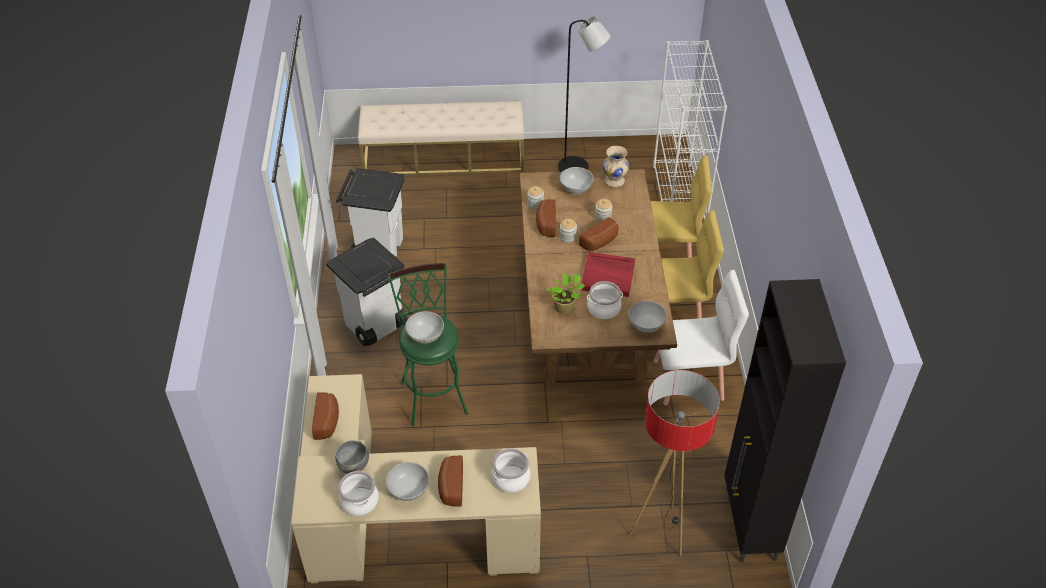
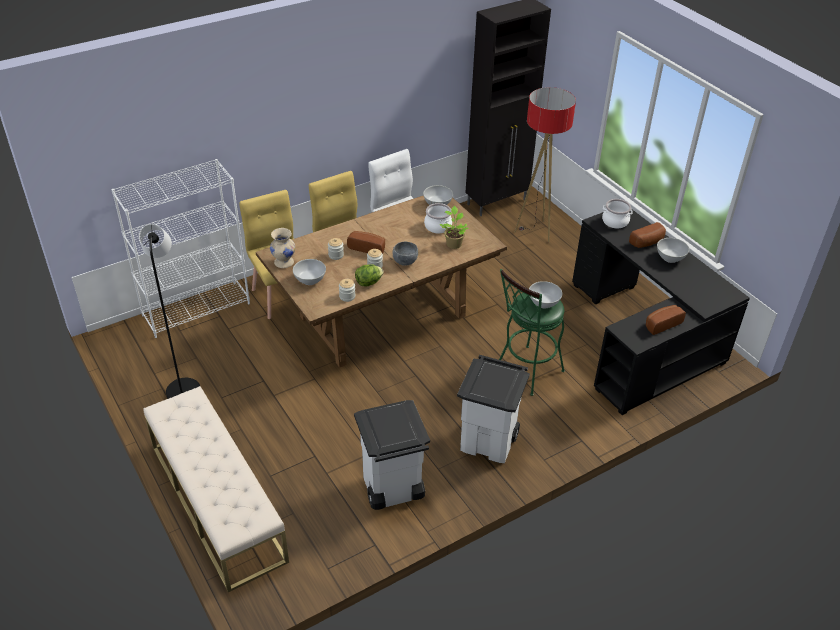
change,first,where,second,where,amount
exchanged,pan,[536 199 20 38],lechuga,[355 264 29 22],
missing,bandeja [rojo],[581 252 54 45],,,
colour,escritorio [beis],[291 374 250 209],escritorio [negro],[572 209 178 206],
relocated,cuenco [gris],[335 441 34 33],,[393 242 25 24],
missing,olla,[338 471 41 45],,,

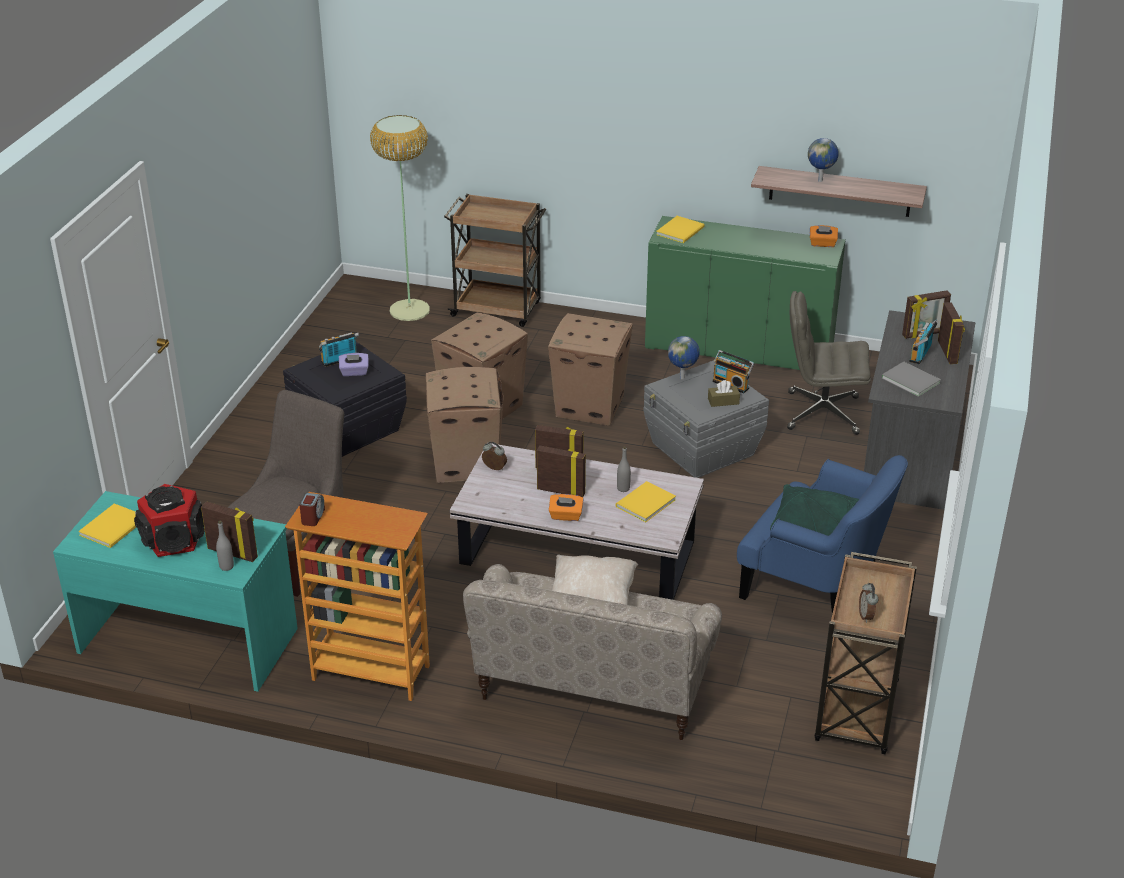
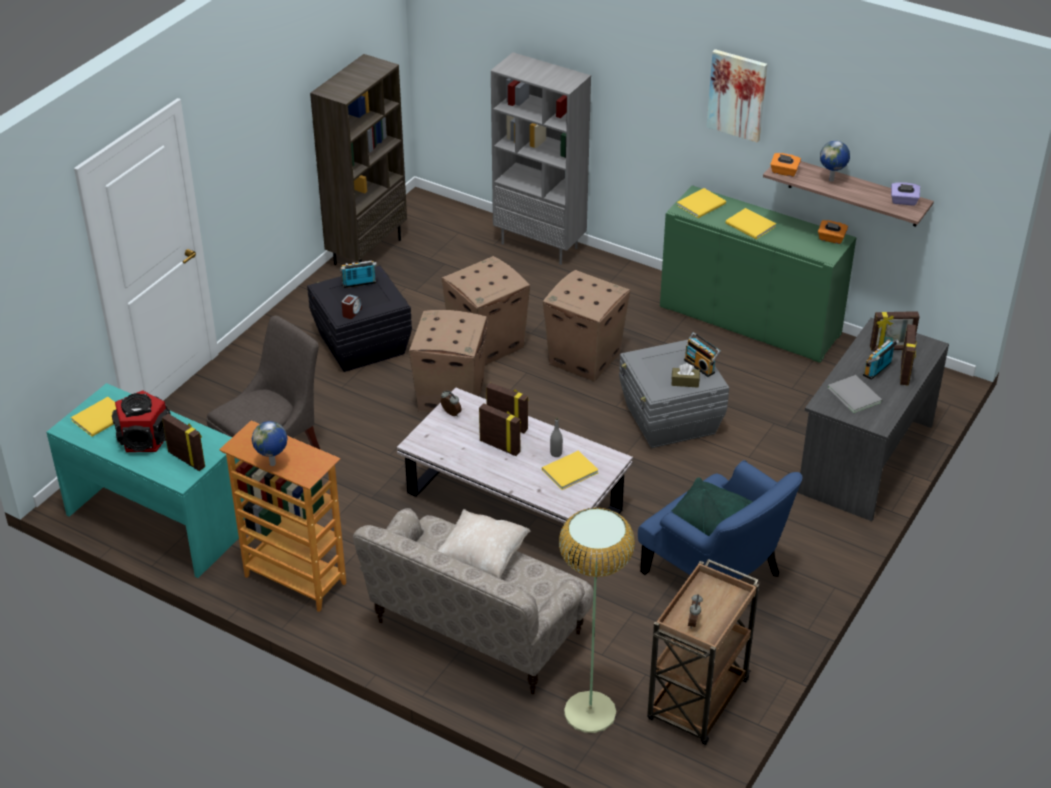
change,first,where,second,where,amount
relocated,lámpara de pie,[370 115 60 206],,[559 508 76 225],
exchanged,carrito [marrón],[444 194 102 133],estantería [gris],[491 52 100 213],
missing,silla de oficina [gris],[787 291 84 144],,,
relocated,globo terráqueo,[668 336 32 43],,[252 421 35 45],
relocated,caja de pañuelos [morado],[339 353 29 23],,[891 182 29 23],
relocated,despertador,[299 493 26 33],,[341 294 21 25],
relocated,caja de pañuelos [naranja],[549 494 35 27],,[770 153 31 24],
missing,botella [gris],[216 521 18 50],,,
appeared,,,cuadro,[707 49 60 94],
appeared,,,estantería [marrón],[310 54 97 211],
appeared,,,libro [amarillo],[725 208 51 32],

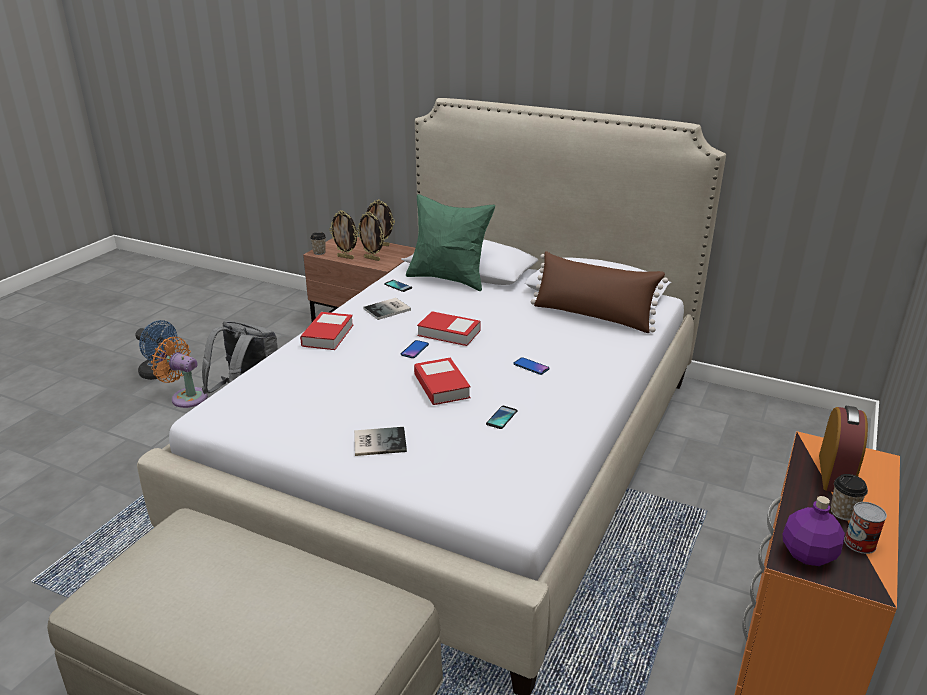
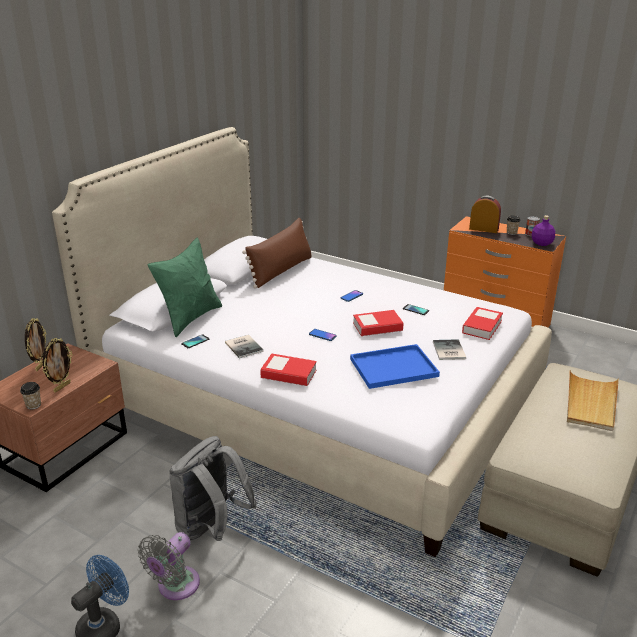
change,first,where,second,where,amount
missing,portarretratos,[357 211 27 50],,,
relocated,libro,[417 311 64 35],,[462 307 41 33],
colour,ventilador [naranja],[151 337 57 71],ventilador [gris],[138 532 62 68],
appeared,,,bandeja [azul],[350 344 90 45],
appeared,,,bandeja [beis],[567 370 52 61],

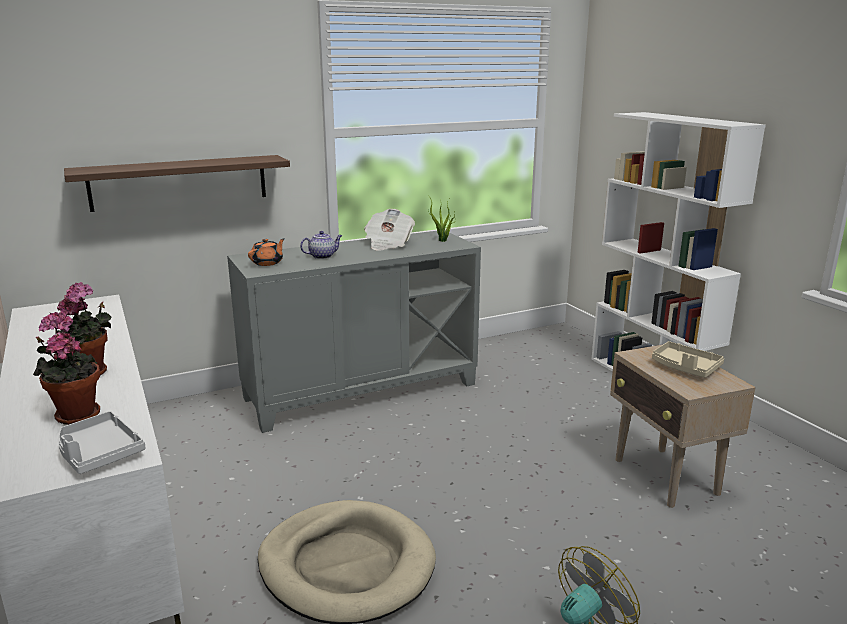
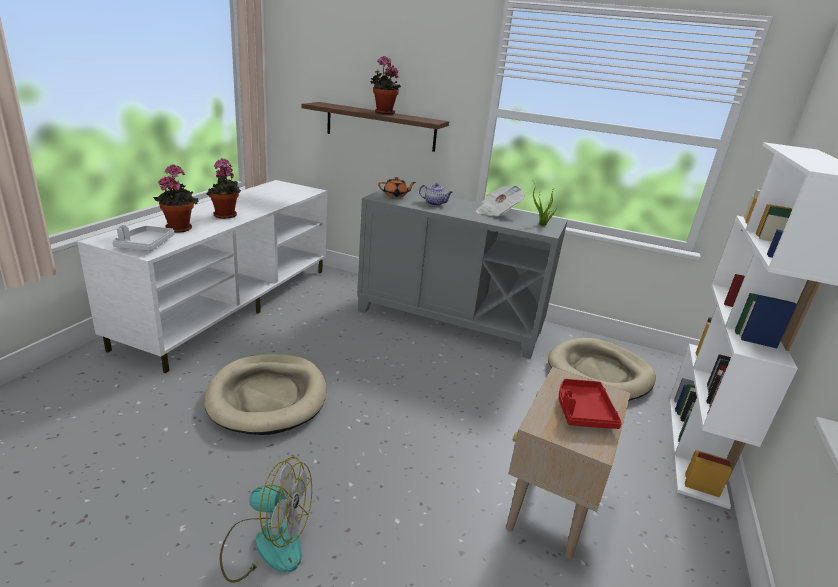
change,first,where,second,where,amount
colour,bandeja [beis],[652 341 72 37],bandeja [rojo],[559 379 63 50],
appeared,,,planta en maceta,[371 56 30 58],
appeared,,,cama para perro [beis],[548 338 108 62],

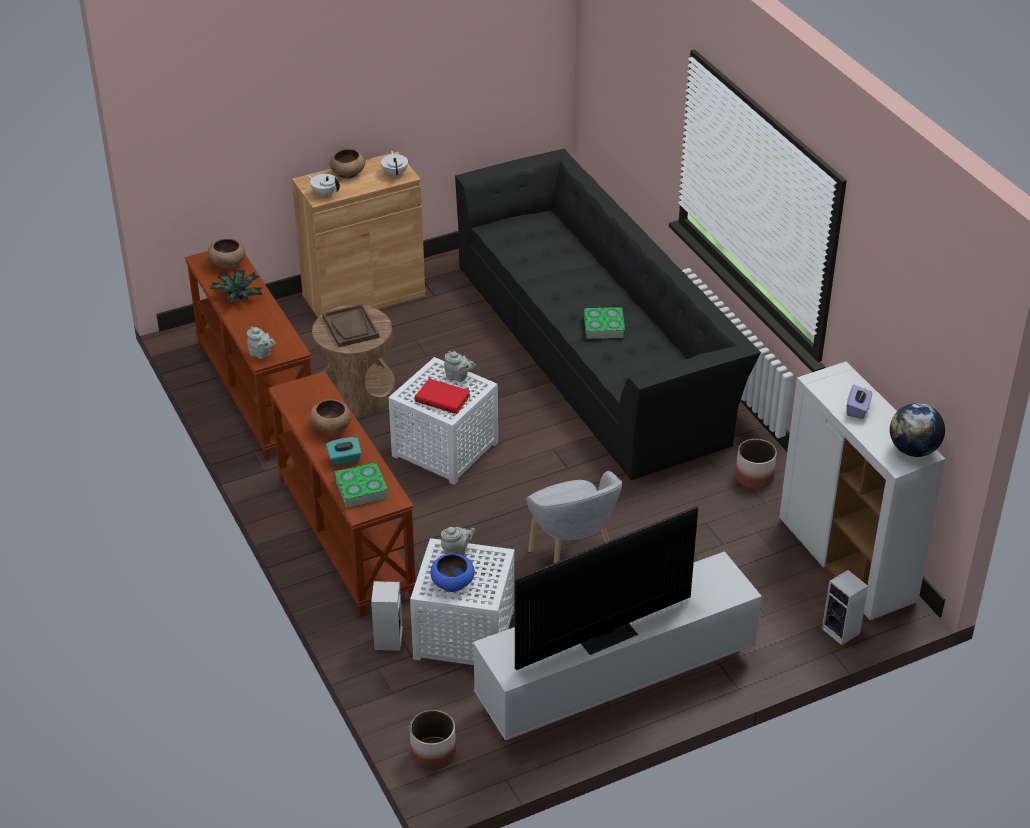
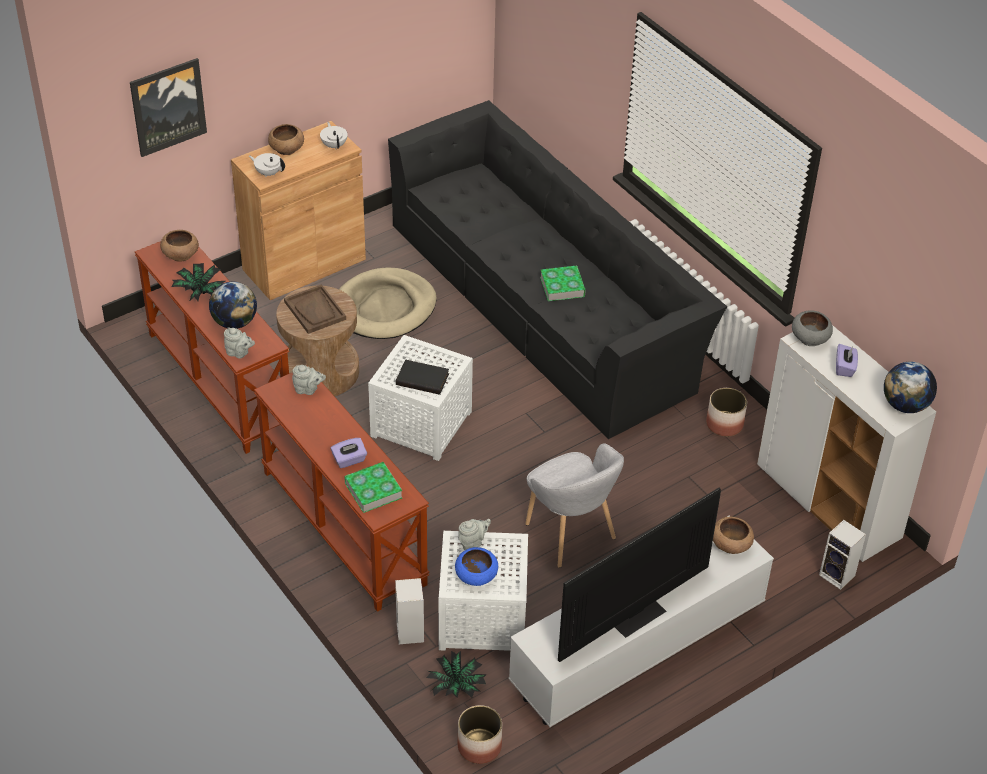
change,first,where,second,where,amount
relocated,tetera [gris],[444 351 32 31],,[292 365 34 30],
colour,libro [rojo],[415 378 56 36],libro [negro],[396 359 53 36],
relocated,cuenco [marrón],[310 399 41 36],,[713 517 41 37],
colour,caja de pañuelos [turquesa],[326 437 36 29],caja de pañuelos [morado],[331 438 36 30],
appeared,,,cuadro,[130 58 77 99],
appeared,,,cama para perro [beis],[339 267 97 72],
appeared,,,globo terráqueo,[209 282 48 47],
appeared,,,cuenco [gris],[792 310 41 36],
appeared,,,planta en maceta,[426 651 61 47],

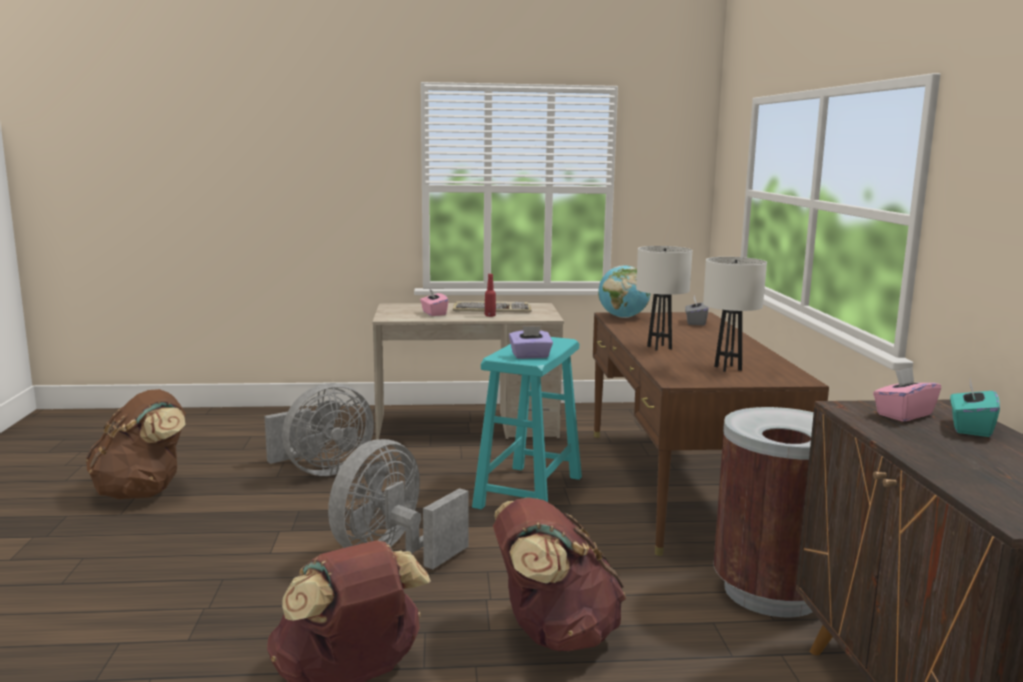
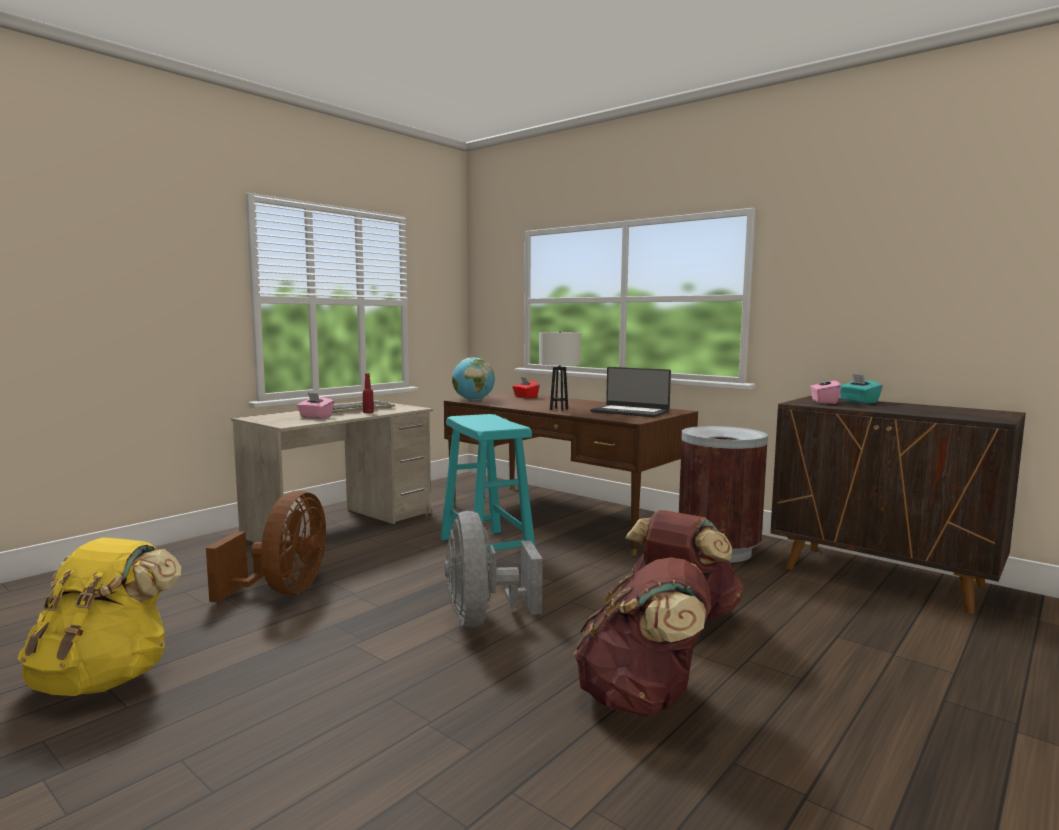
change,first,where,second,where,amount
exchanged,lámpara de mesa [blanco],[703 257 64 115],portátil,[591 367 80 50],
colour,caja de pañuelos [gris],[685 295 24 30],caja de pañuelos [rojo],[512 377 28 21],
missing,caja de pañuelos [morado],[509 326 44 33],,,
colour,ventilador [gris],[265 383 109 93],ventilador [marrón],[206 490 120 112],
colour,mochila [marrón],[86 389 100 110],mochila [amarillo],[18 537 163 159],

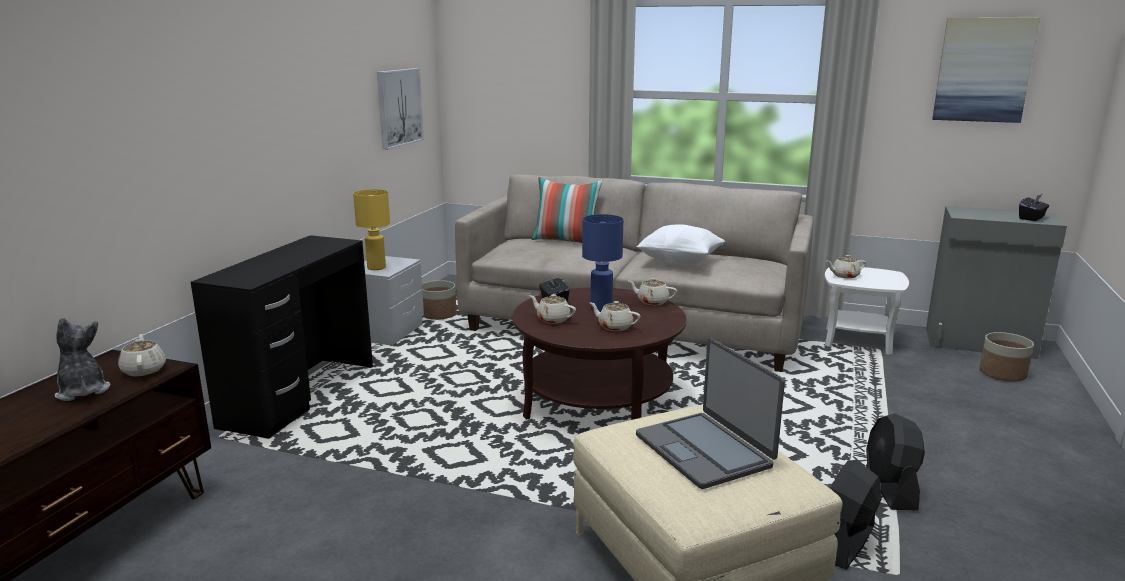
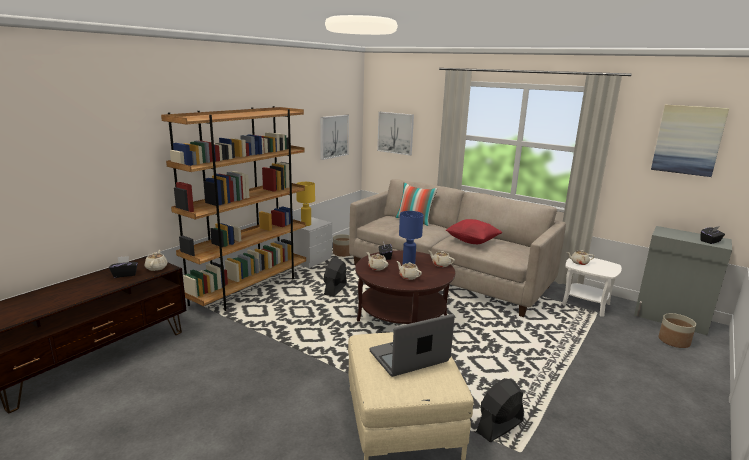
change,first,where,second,where,amount
colour,cojín [blanco],[637 224 88 41],cojín [rojo],[446 219 56 25],
exchanged,escritorio [negro],[191 235 182 204],estantería [marrón],[161 106 145 205],
exchanged,peluche,[55 317 55 84],caja de pañuelos [negro],[109 256 29 22],
spun,portátil,[636 338 149 151],,[369 314 86 63],75 degrees clockwise
relocated,ventilador [negro],[866 413 59 98],,[324 257 23 39],
appeared,,,cuadro,[377 112 37 44],

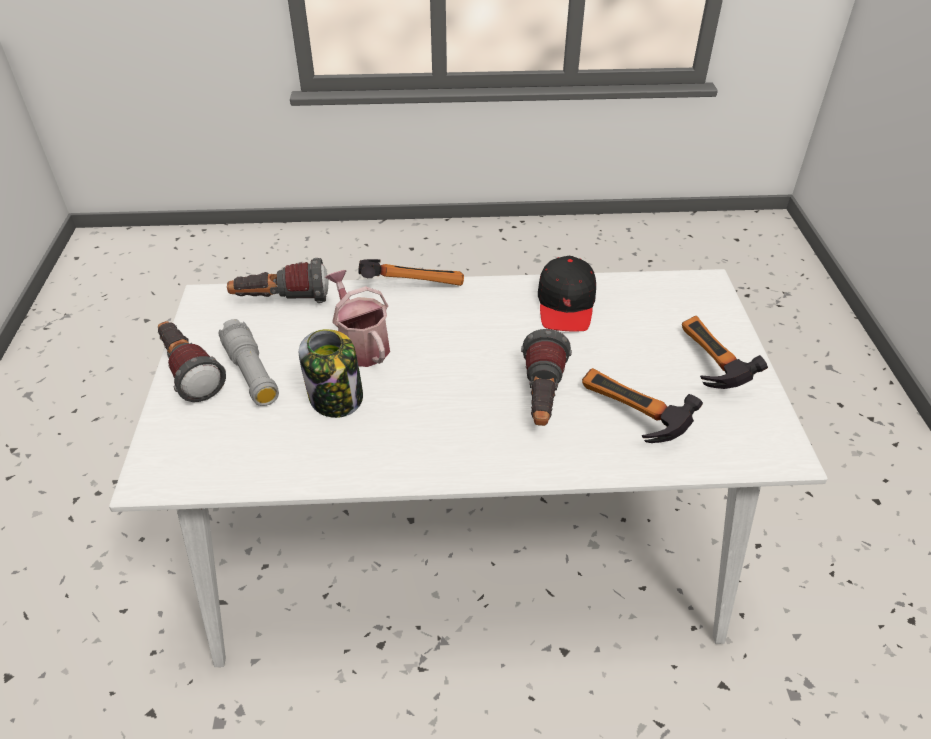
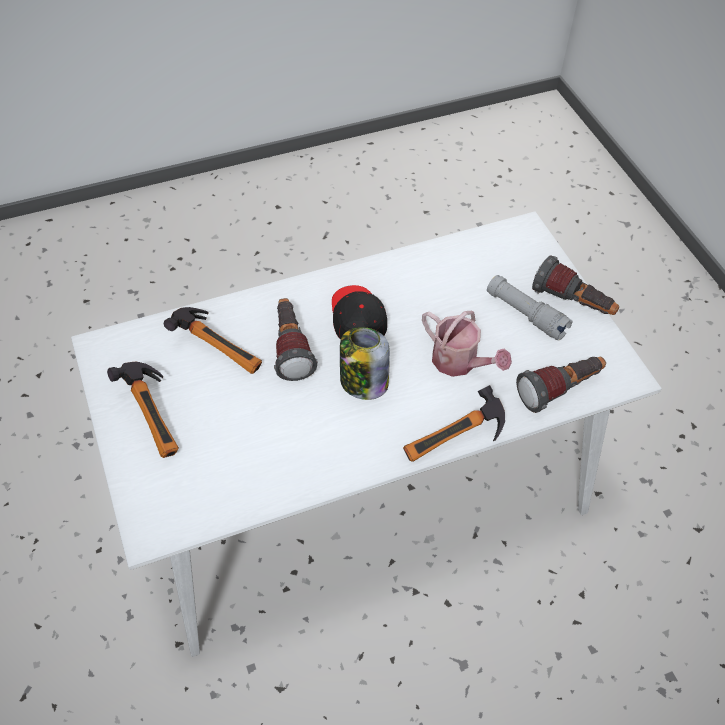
change,first,where,second,where,amount
relocated,gorra [negro],[538 256 58 75],,[332 285 55 55],
relocated,tarro,[299 329 64 89],,[340 327 50 73],

